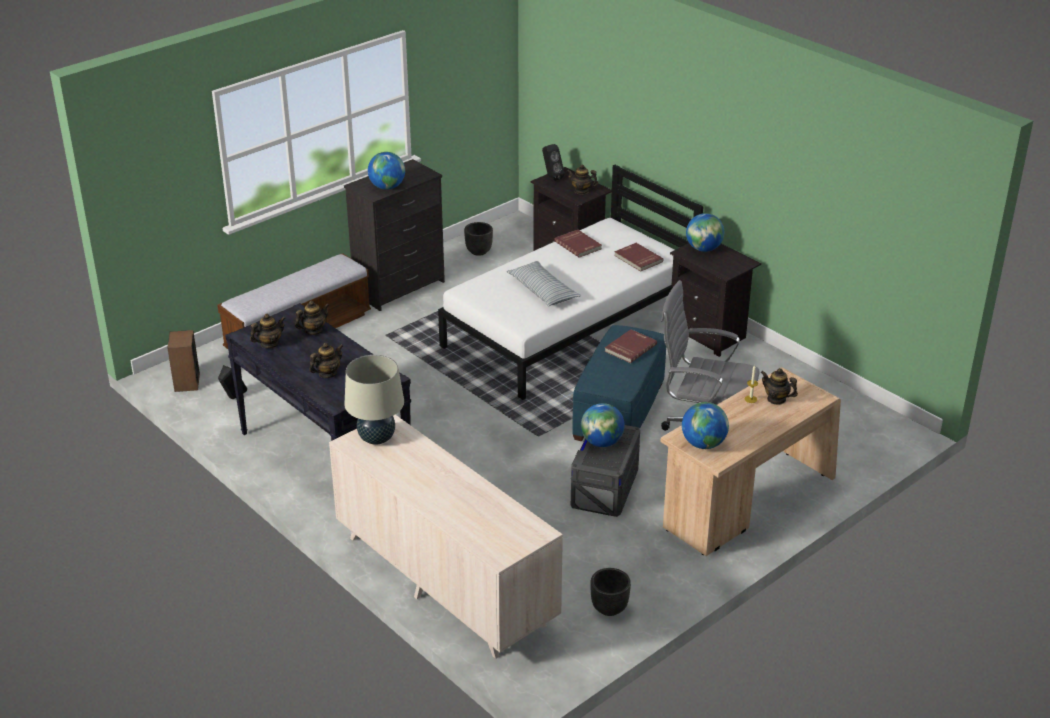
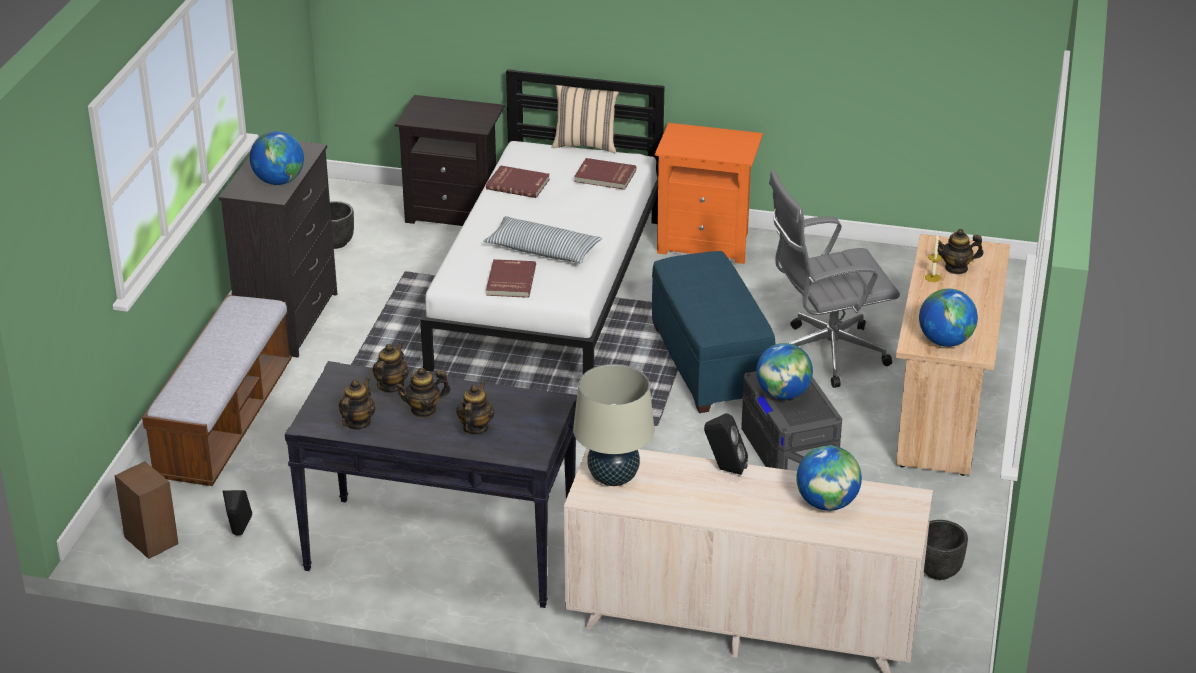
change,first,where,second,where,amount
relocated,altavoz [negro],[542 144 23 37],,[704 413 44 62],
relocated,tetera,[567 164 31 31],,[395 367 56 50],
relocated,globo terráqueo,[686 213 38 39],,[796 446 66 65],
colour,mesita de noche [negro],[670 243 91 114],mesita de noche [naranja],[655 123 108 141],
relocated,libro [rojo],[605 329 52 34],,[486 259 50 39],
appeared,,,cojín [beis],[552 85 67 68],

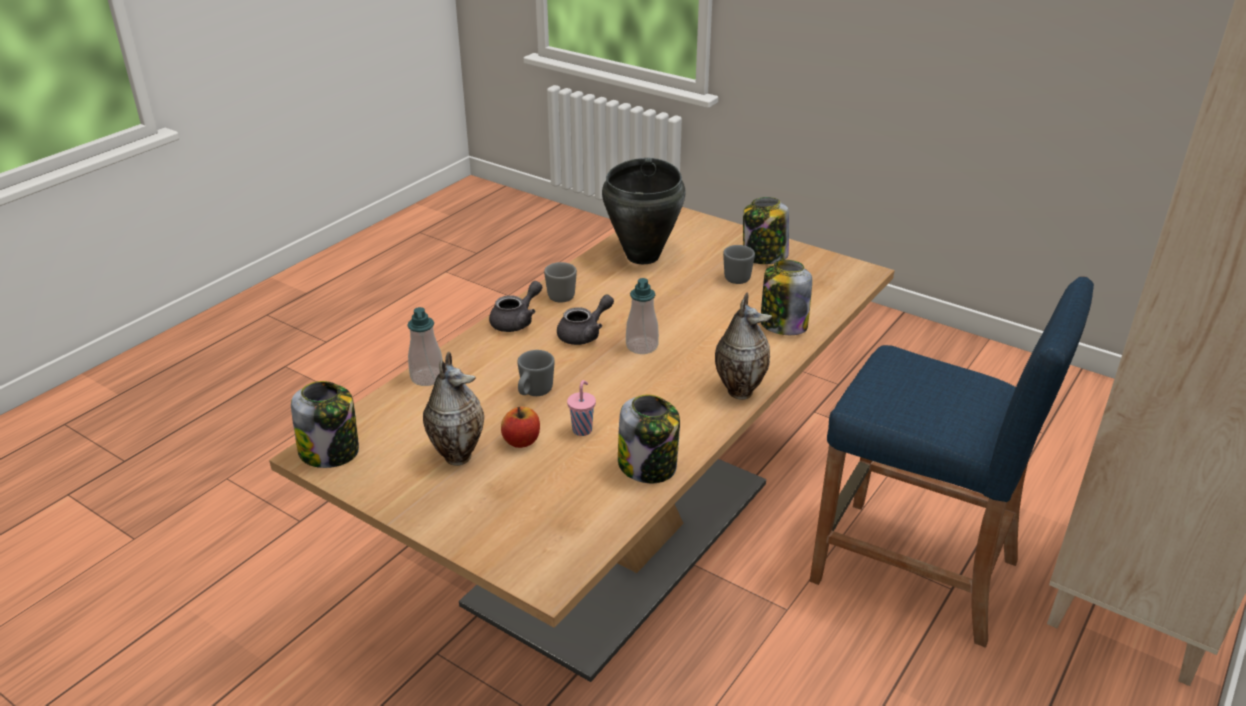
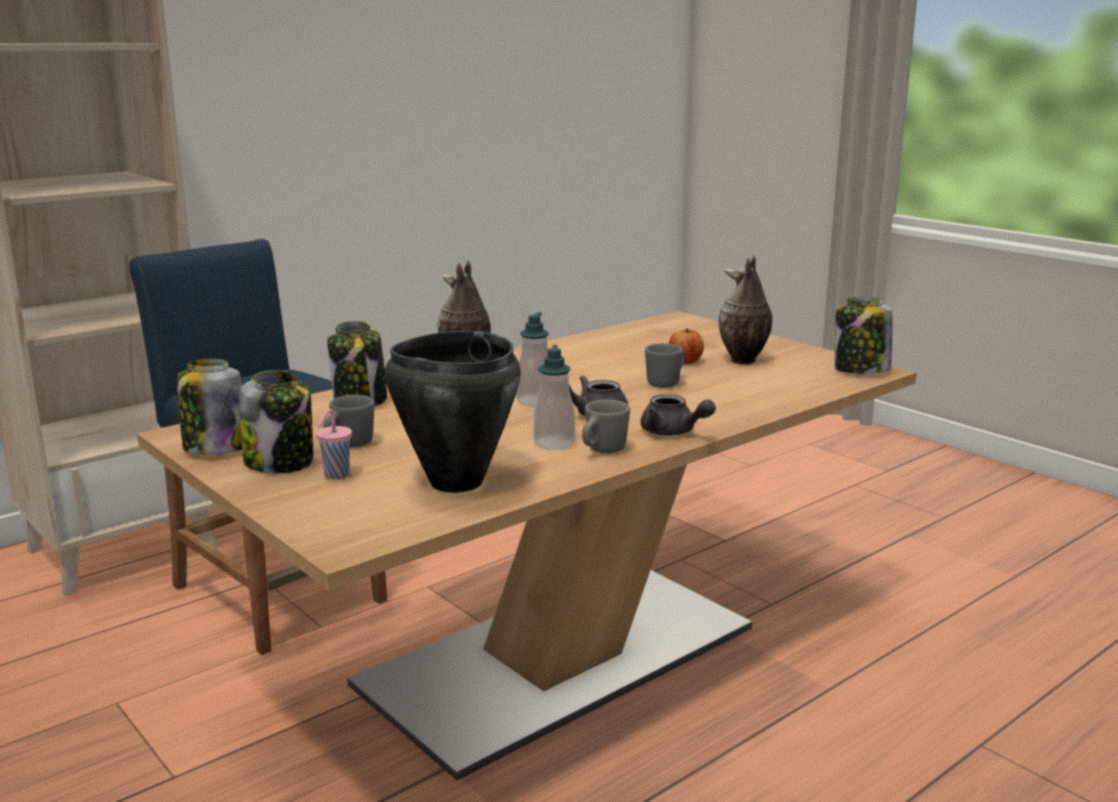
change,first,where,second,where,amount
spun,tetera [gris],[489 281 53 51],,[641 394 75 42],105 degrees counterclockwise
relocated,dispensador de jabón,[407 307 36 79],,[533 345 43 105],
relocated,taza [rosa],[567 380 29 56],,[316 409 36 70],
relocated,tarro,[618 395 62 88],,[177 359 65 96],

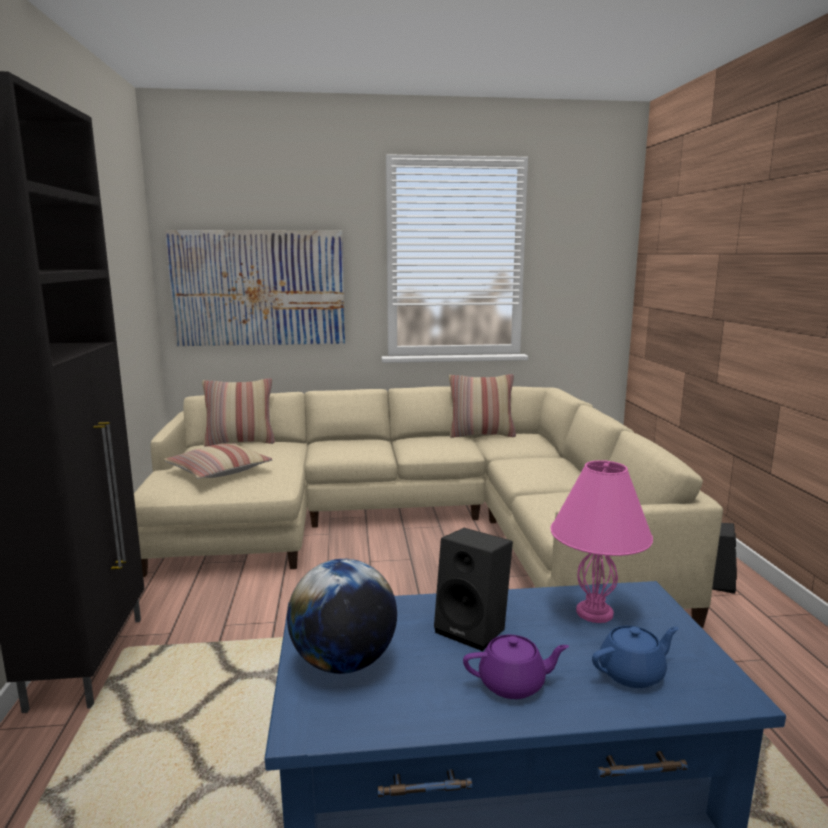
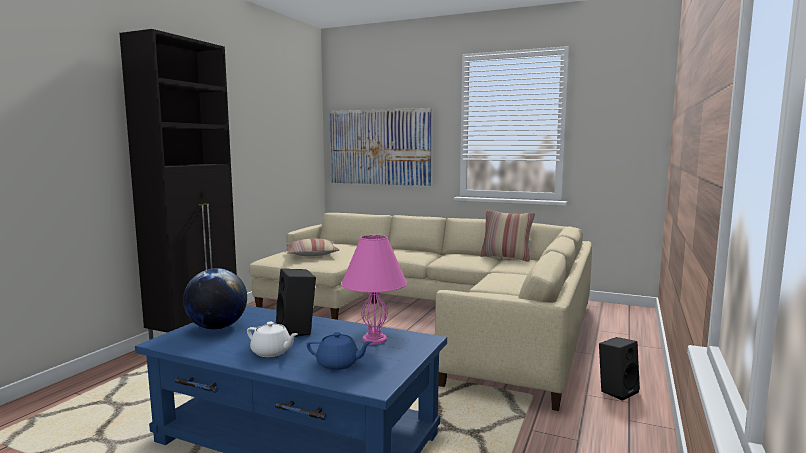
change,first,where,second,where,amount
missing,cojín,[202 378 73 68],,,
colour,tetera [morado],[463 635 106 64],tetera [blanco],[247 322 51 35],

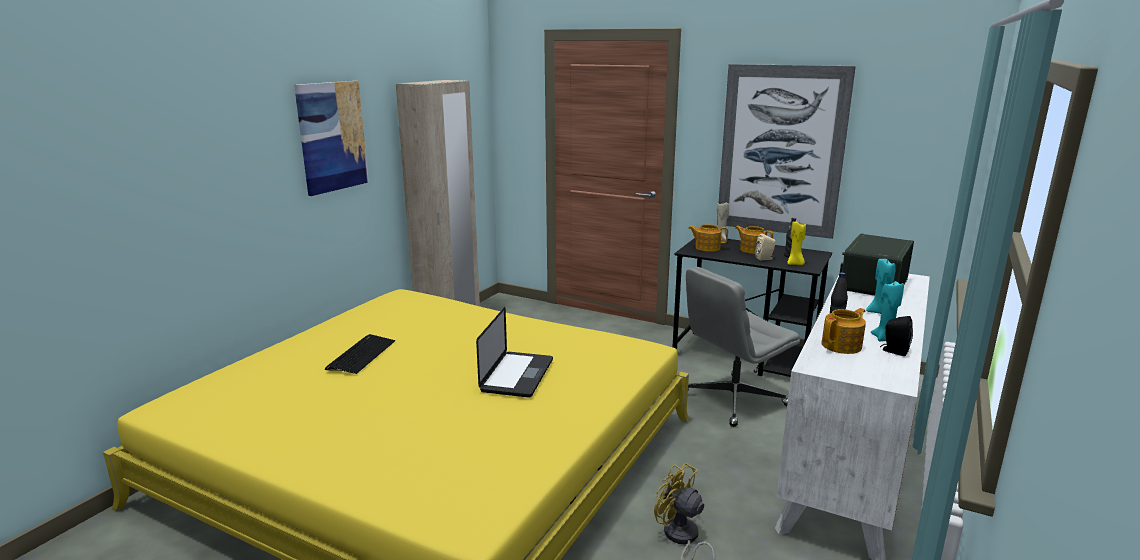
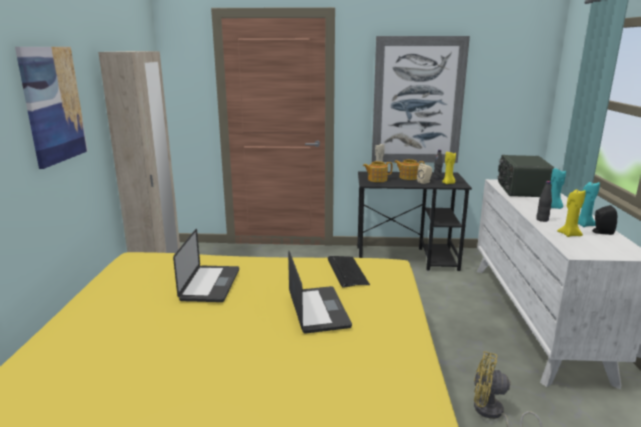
change,first,where,second,where,amount
missing,silla de oficina [gris],[686 267 114 160],,,
exchanged,tetera,[821 308 45 46],vela [amarillo],[557 189 29 48],
relocated,teclado,[325 334 70 40],,[328 256 42 32],
appeared,,,portátil,[173 229 66 73],

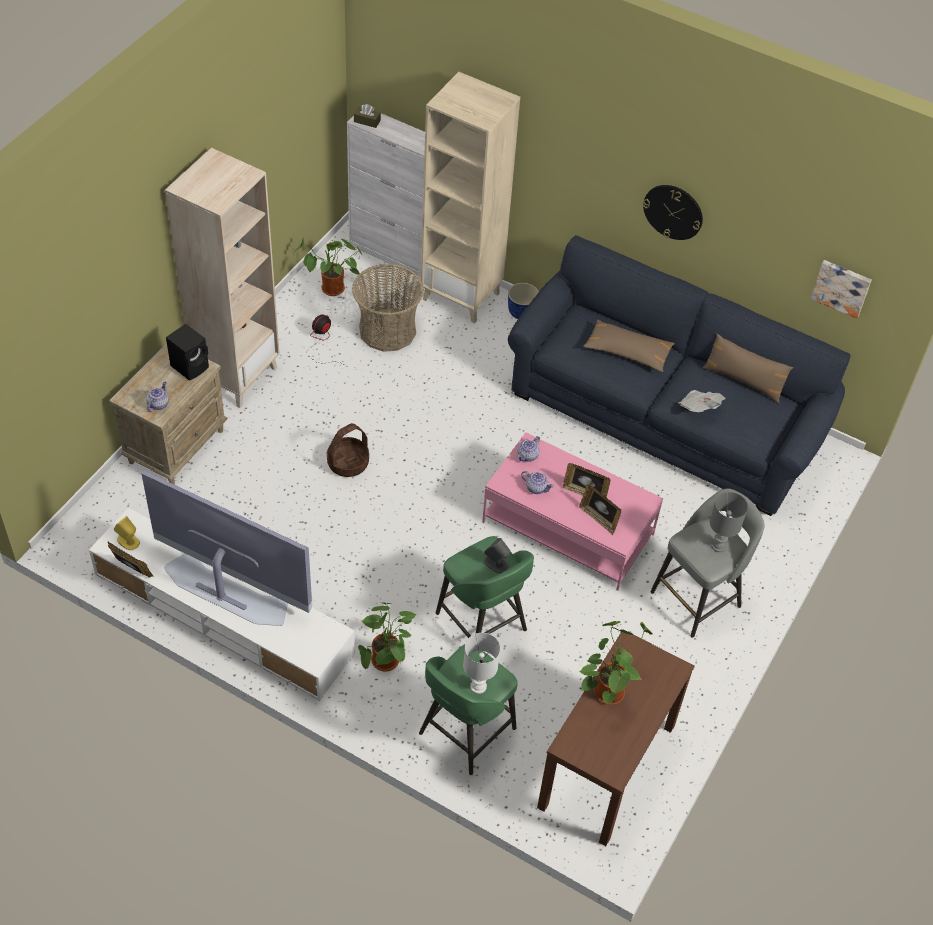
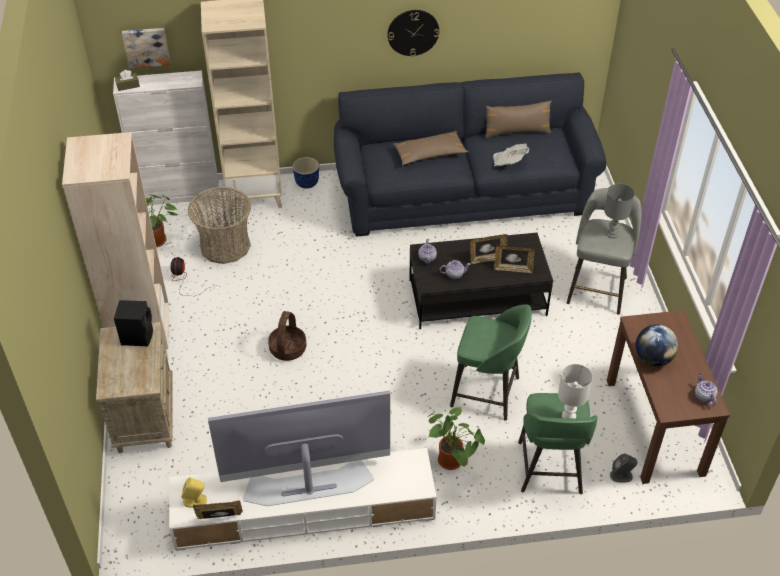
change,first,where,second,where,amount
relocated,cuadro,[811 260 61 59],,[122 28 48 40],
relocated,tetera,[146 382 23 30],,[695 374 23 32],
colour,mesa de centro [rosa],[482 432 181 159],mesa de centro [negro],[409 233 144 96],
relocated,altavoz [gris],[484 538 26 35],,[610 454 27 29],
exchanged,planta en maceta,[579 621 74 84],globo terráqueo,[636 324 43 42],

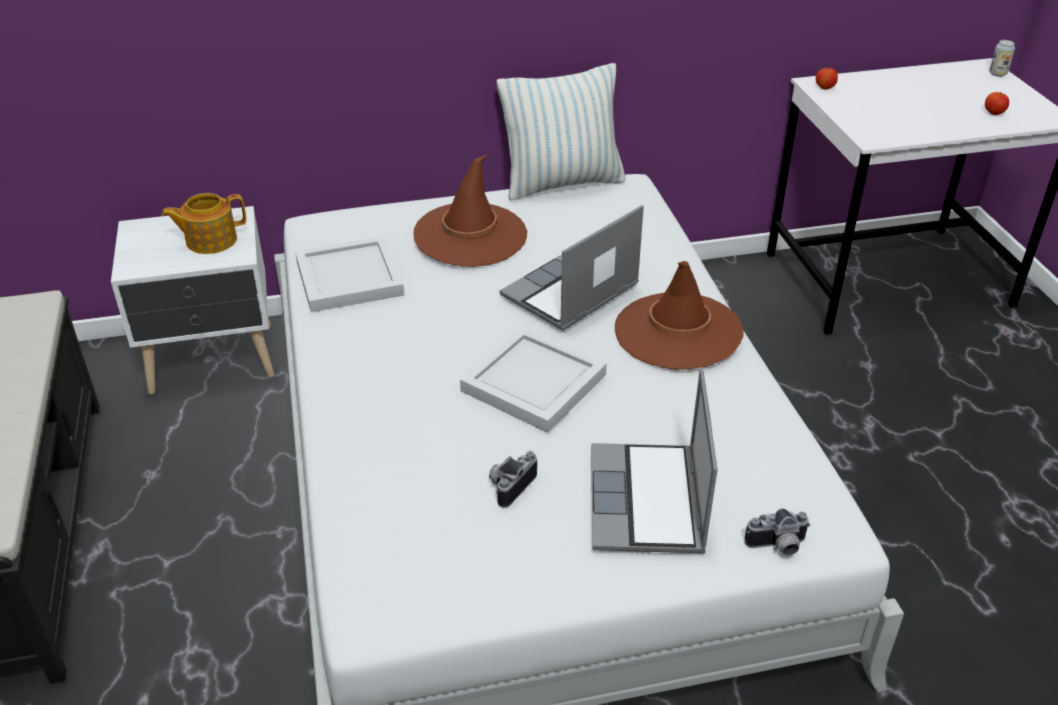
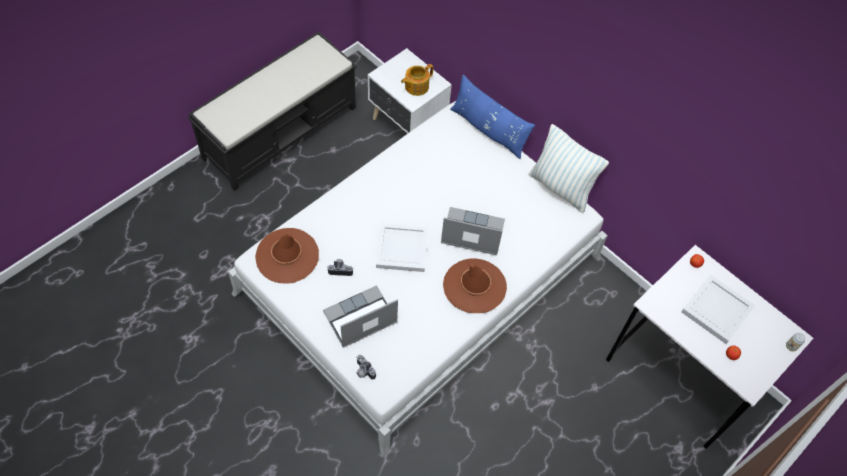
change,first,where,second,where,amount
relocated,sombrero [marrón],[414 154 113 113],,[255 228 64 56],
spun,tetera,[161 193 85 61],,[401 64 32 32],75 degrees counterclockwise
relocated,bandeja [blanco],[295 236 109 76],,[681 275 74 69],
appeared,,,cojín [azul],[450 74 85 85],

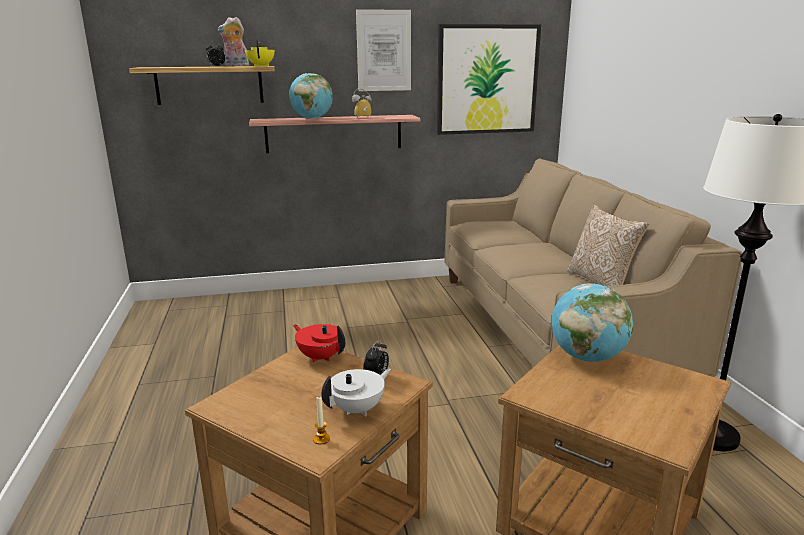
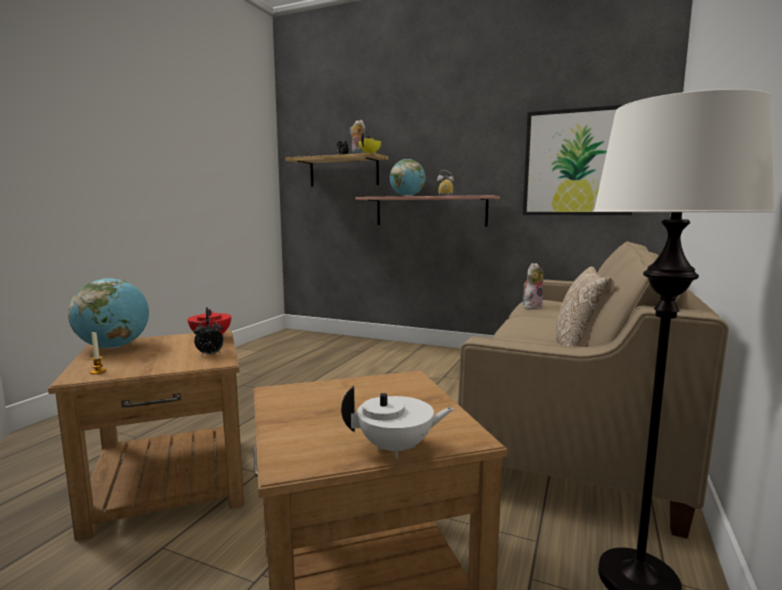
change,first,where,second,where,amount
missing,cuadro,[356 9 55 82],,,
relocated,globo terráqueo,[551 283 82 79],,[68 278 81 71],
relocated,tetera [blanco],[322 368 69 49],,[341 386 114 73],
appeared,,,peluche,[523 263 21 46],

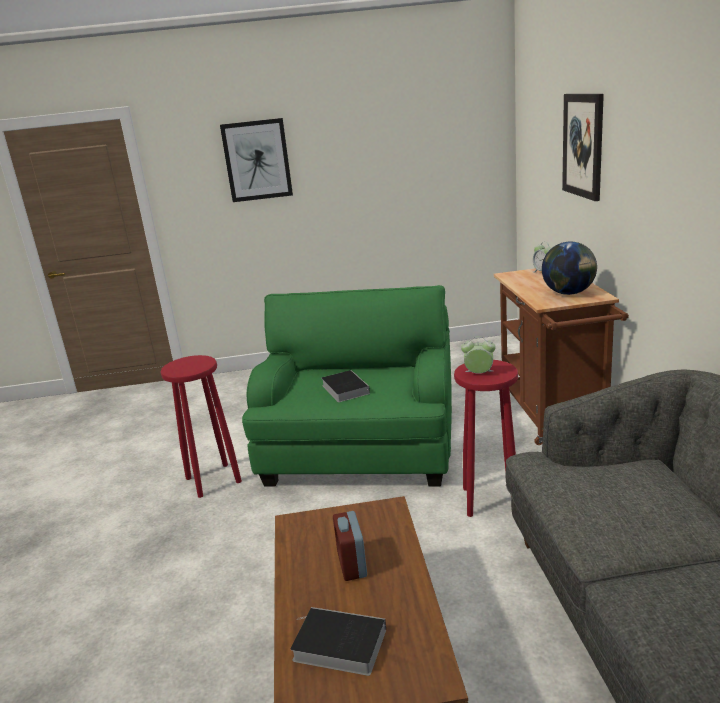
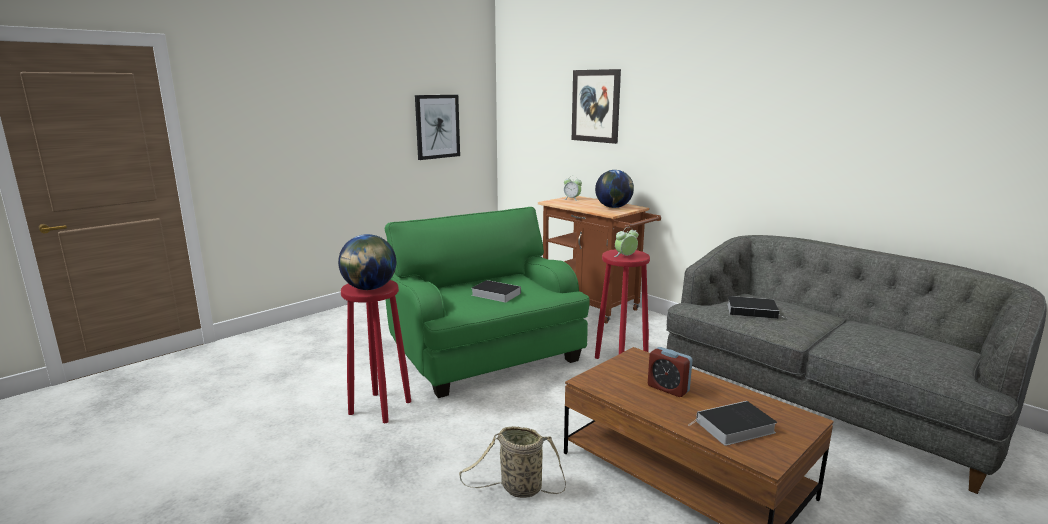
change,first,where,second,where,amount
relocated,cuadro,[220 118 73 84],,[415 95 45 65],
appeared,,,globo terráqueo,[338 234 58 56],
appeared,,,libro,[727 296 59 23],
appeared,,,cesta,[459 426 107 72],

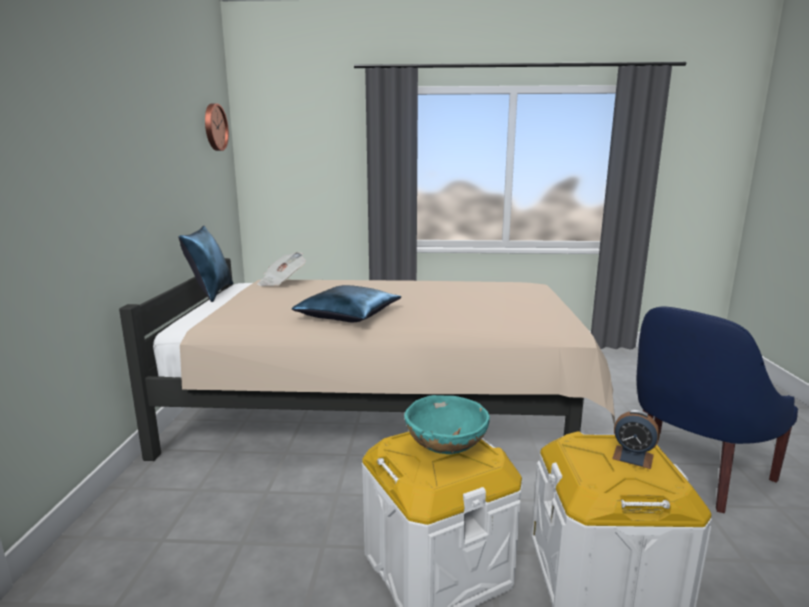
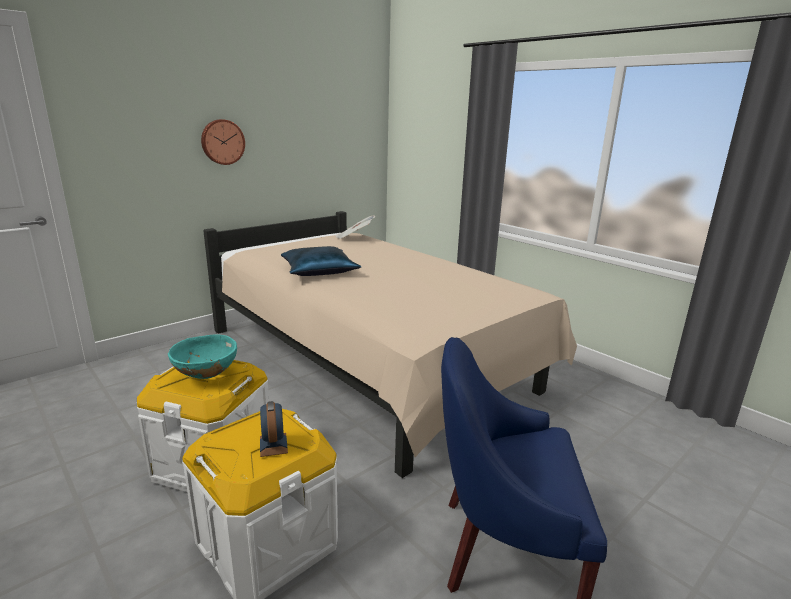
change,first,where,second,where,amount
relocated,reloj de pared,[205 103 24 48],,[201 119 44 46],
missing,cojín [azul],[178 226 55 76],,,

